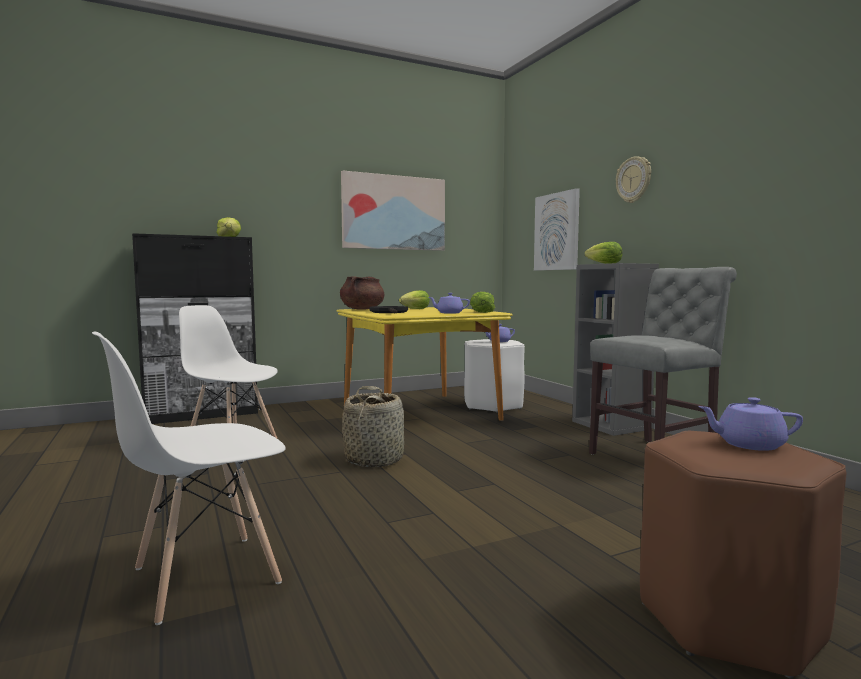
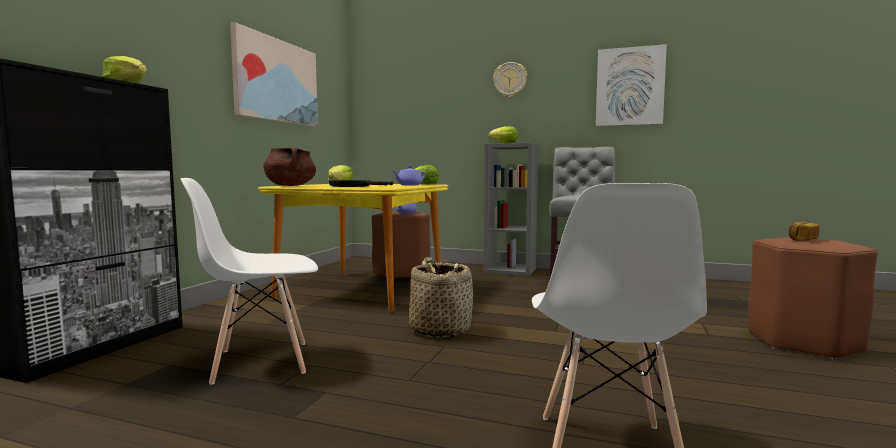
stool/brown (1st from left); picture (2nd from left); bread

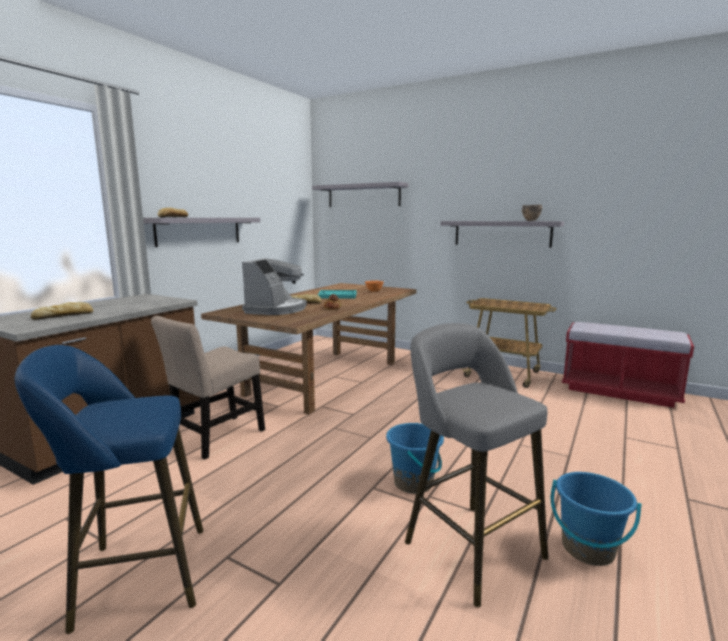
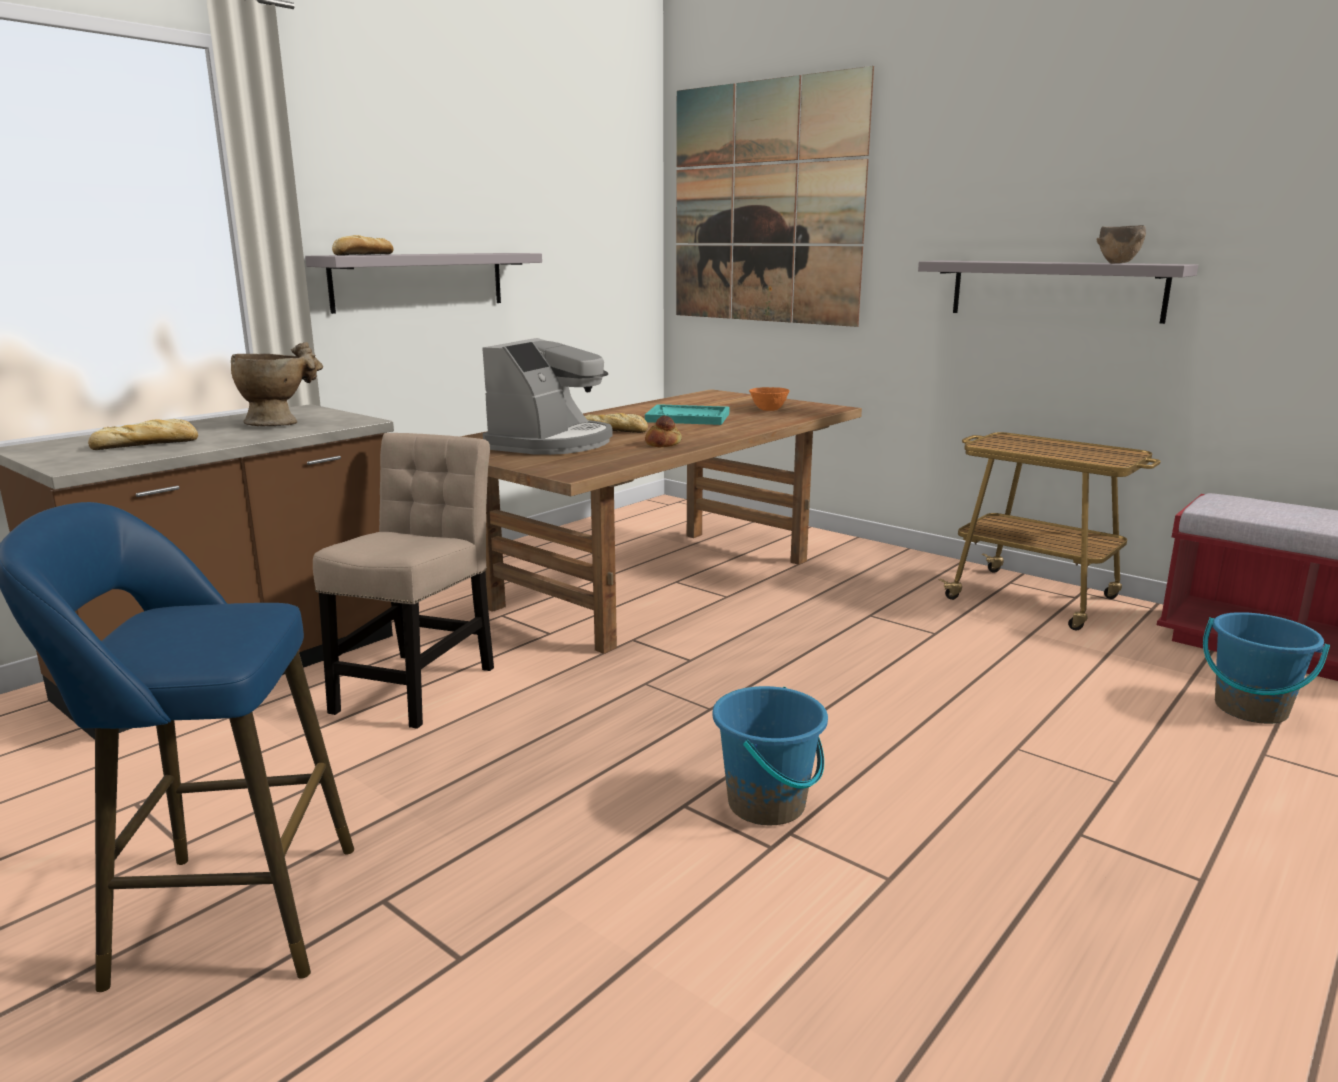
chair/beige; picture; stool/grey; bucket/blue (2nd from left); vase/beige

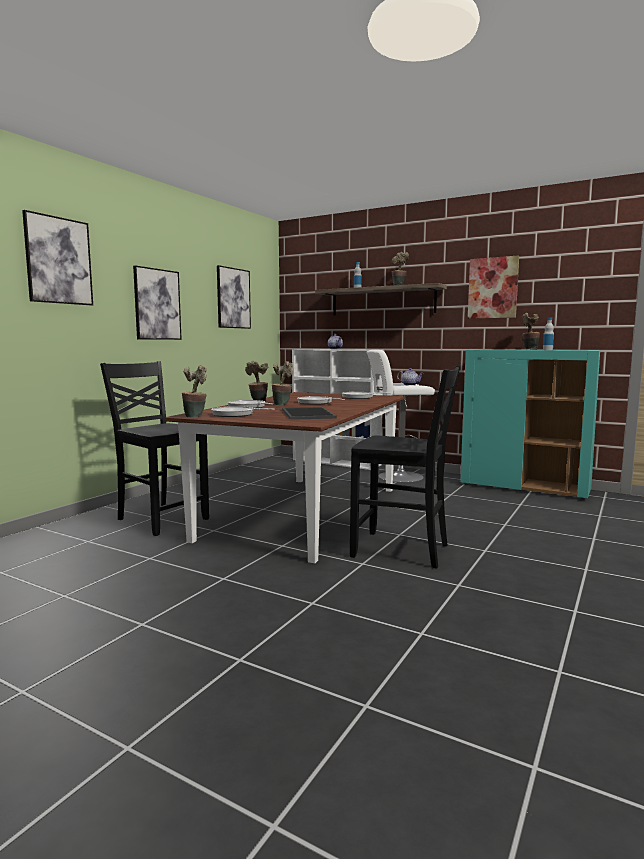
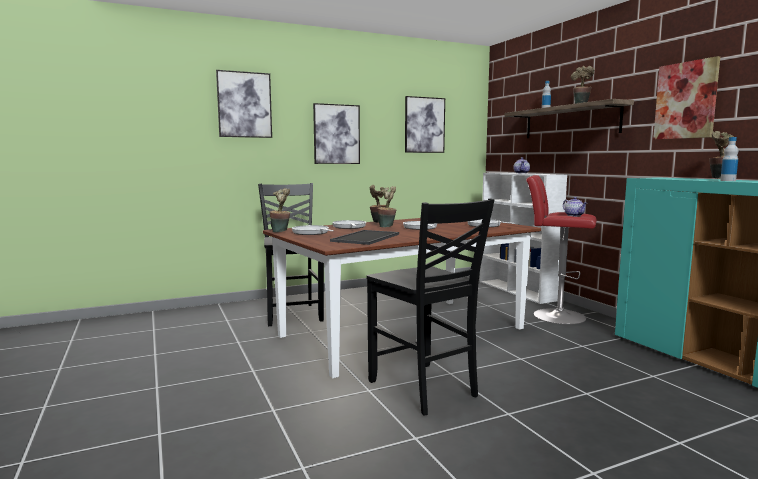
stool/red

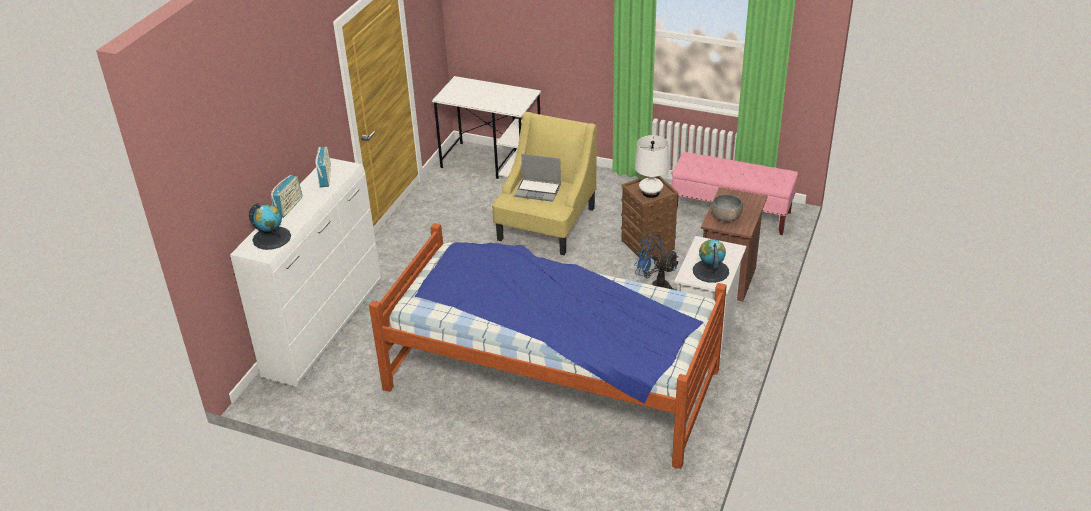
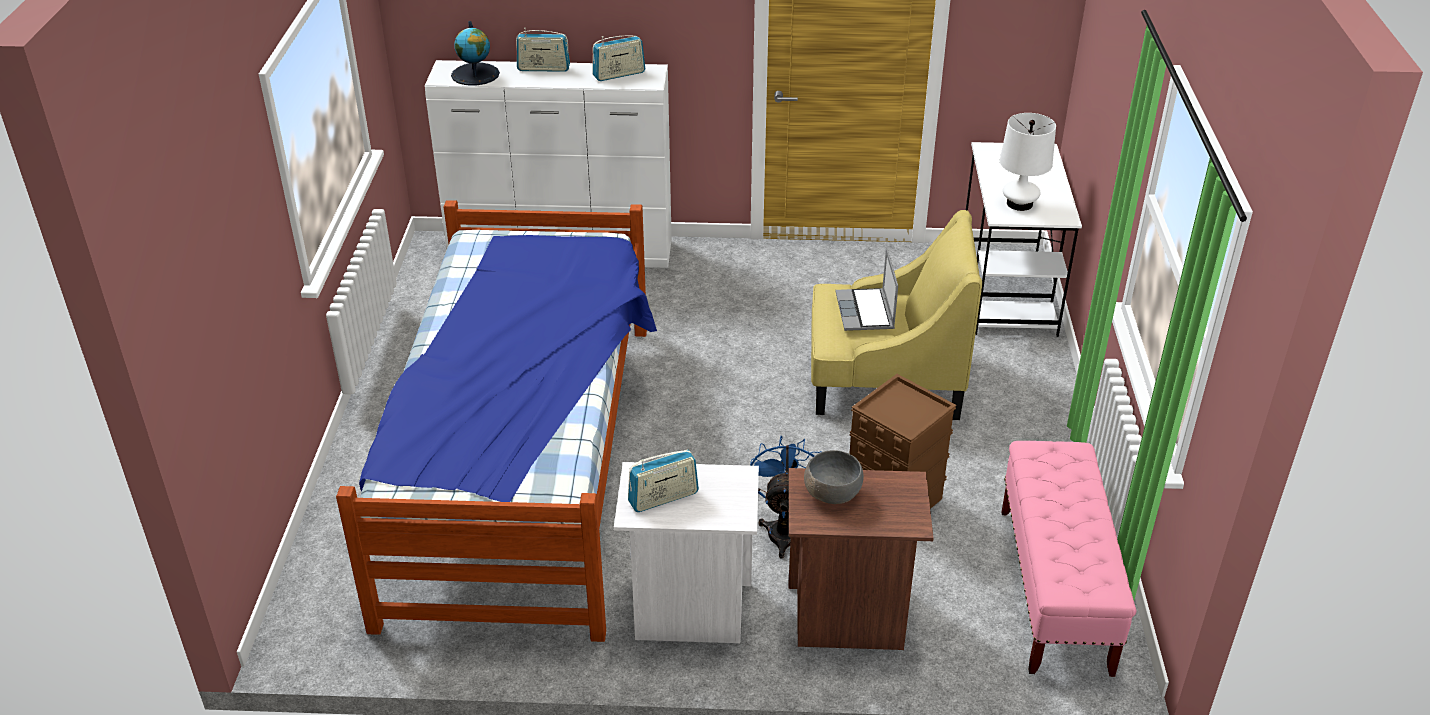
table lamp/white; radio (3rd from left)

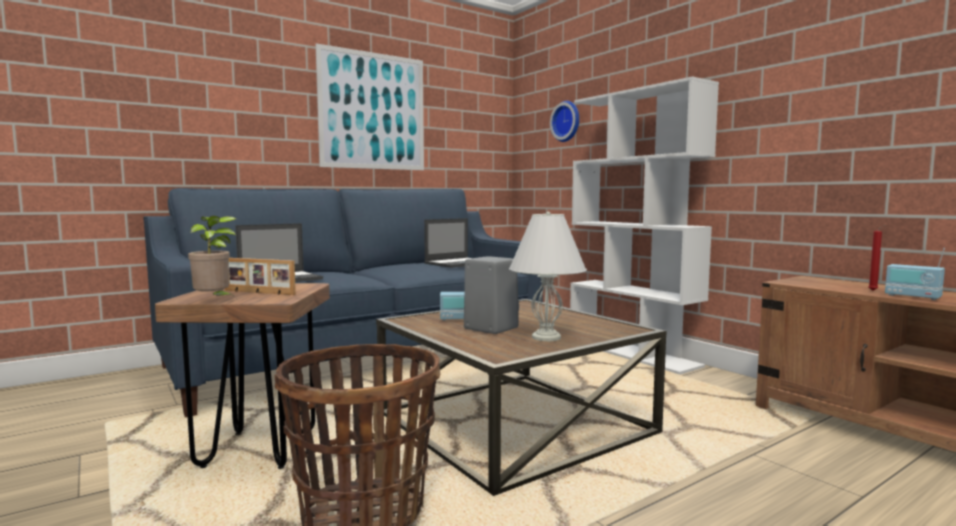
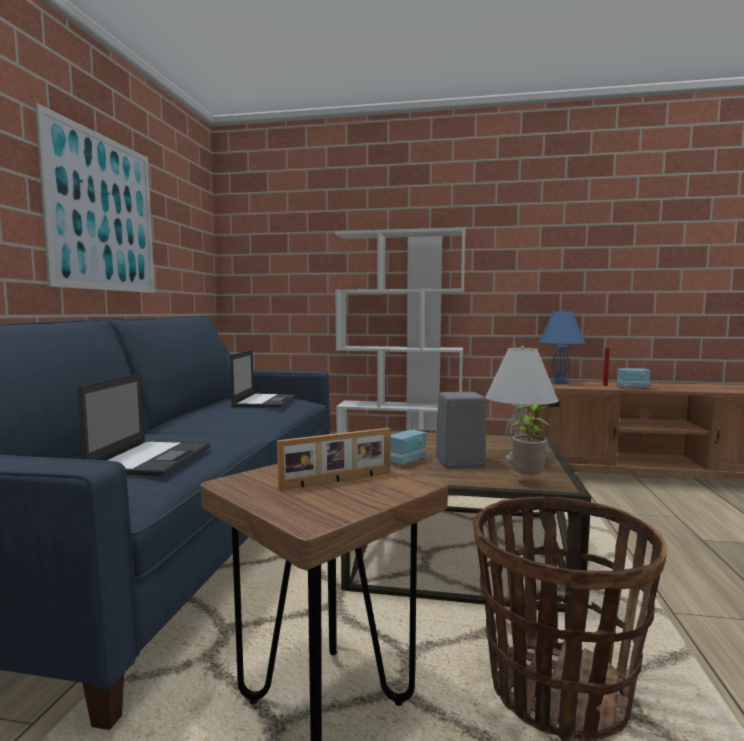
potted plant; wall clock; table lamp/blue

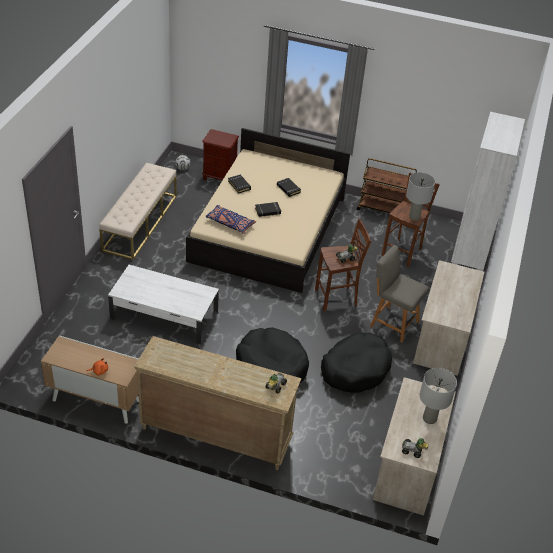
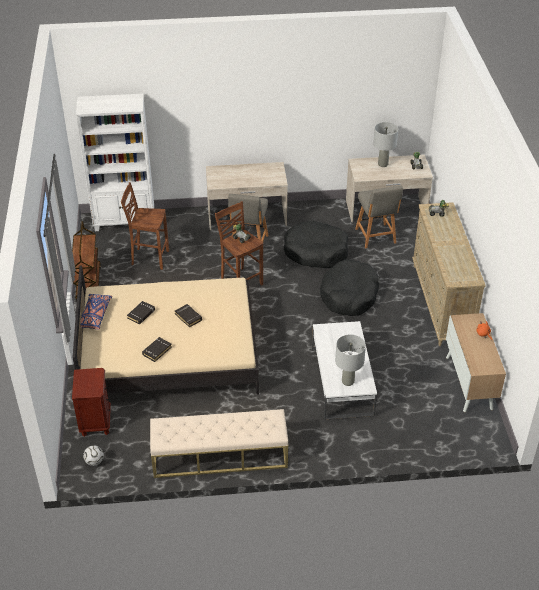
pillow/blue; table lamp/grey (1st from left); chair/grey (2nd from left)

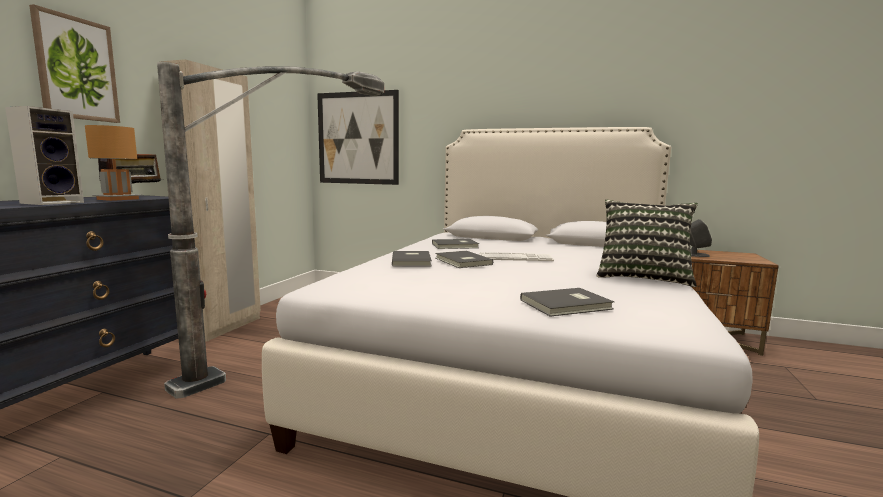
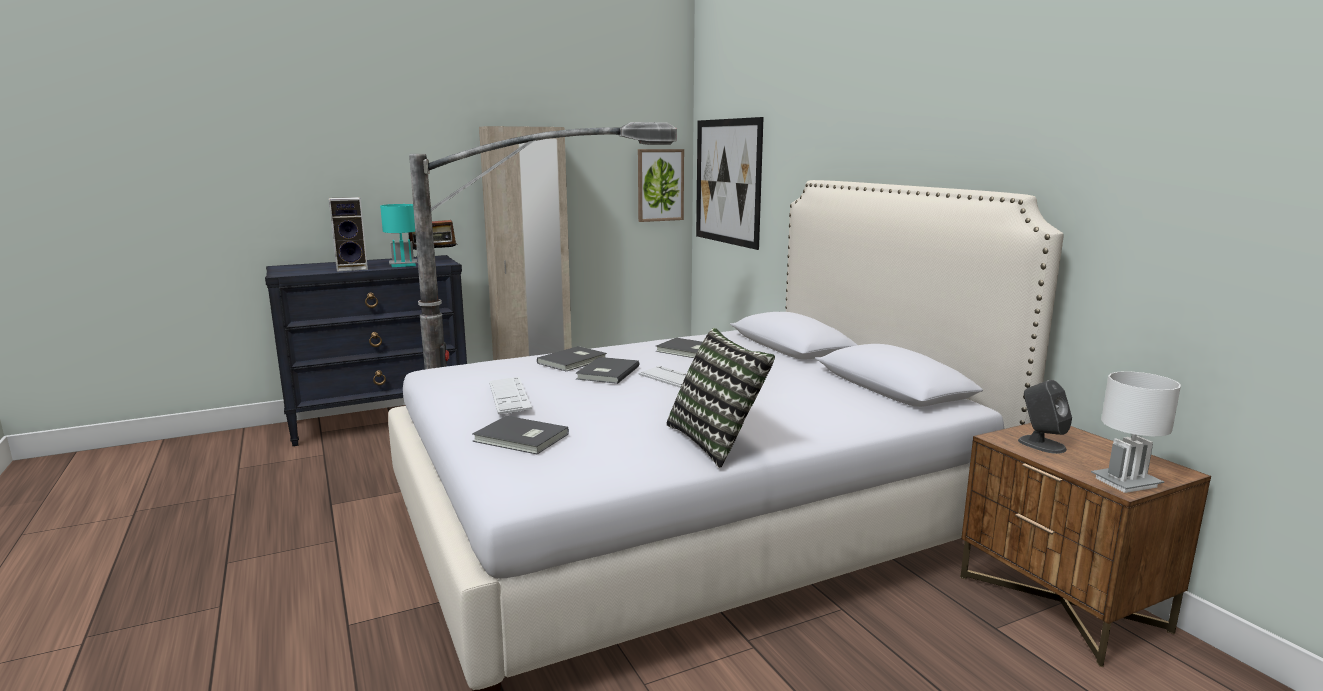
picture (1st from left); table lamp/turquoise; keyboard (1st from left); table lamp/white

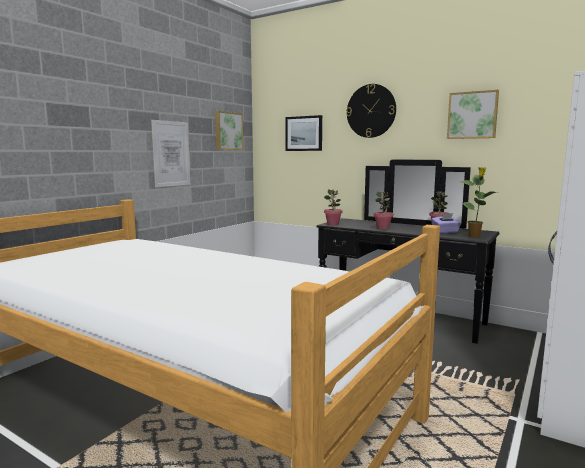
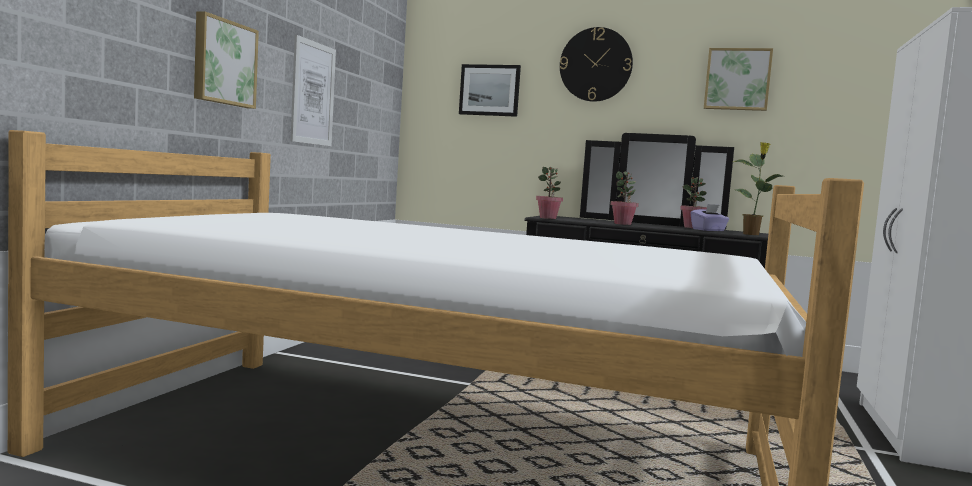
picture (1st from left)

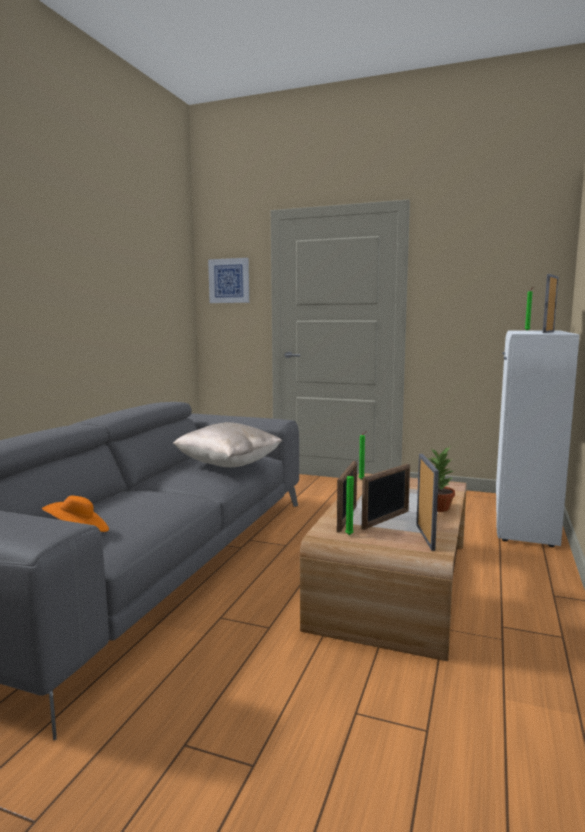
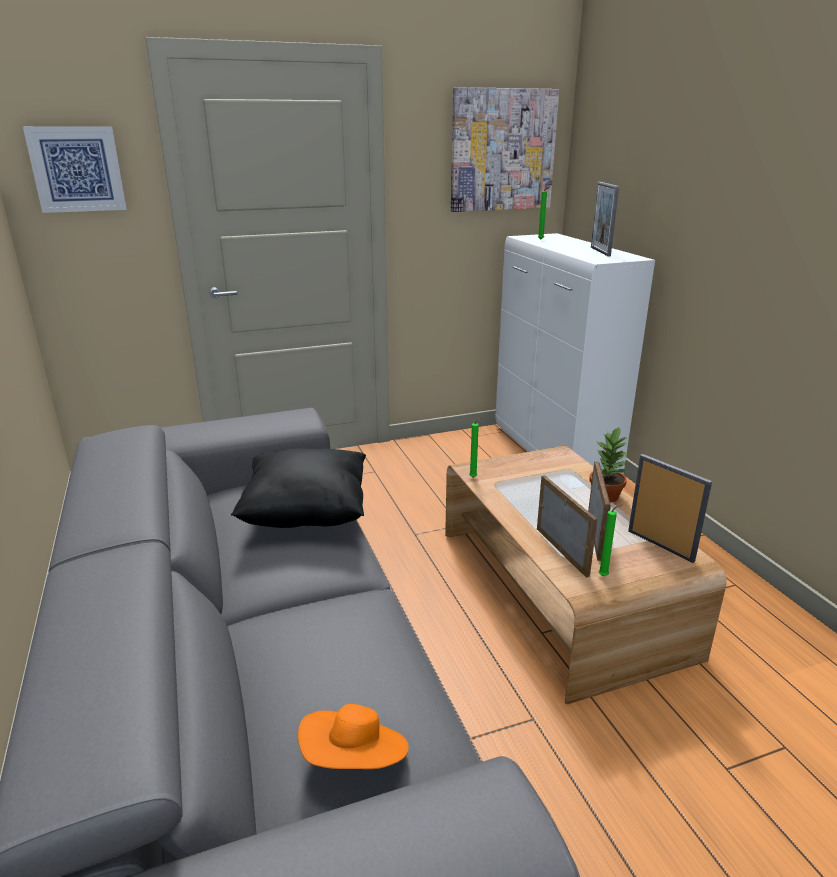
pillow/black; picture (2nd from left)

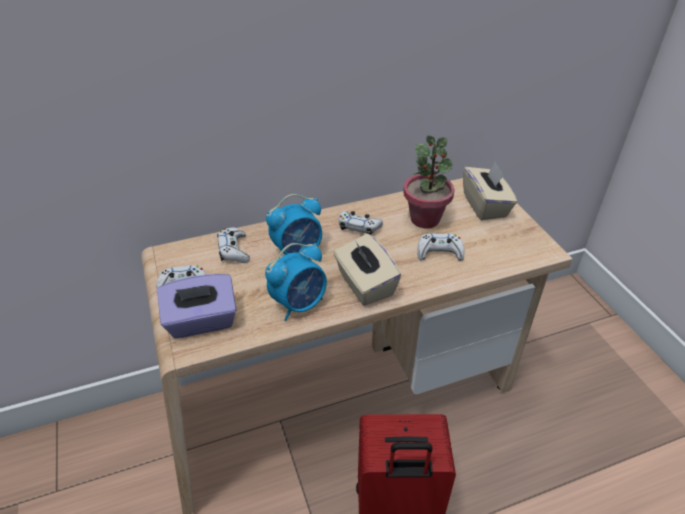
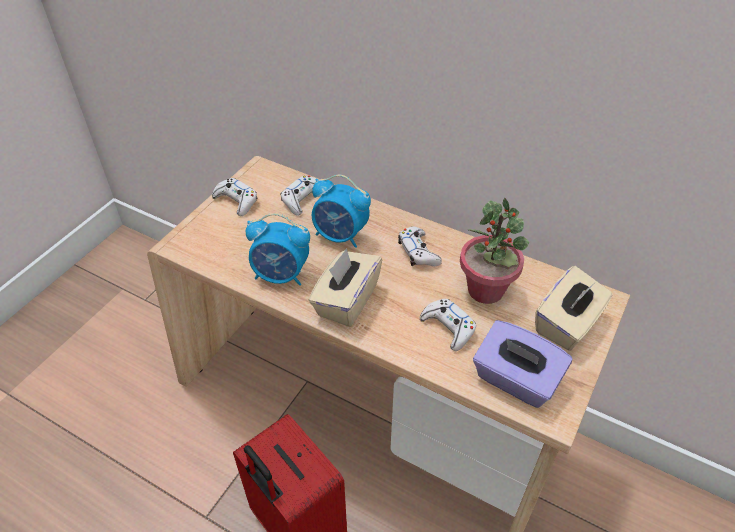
tissue box/purple

